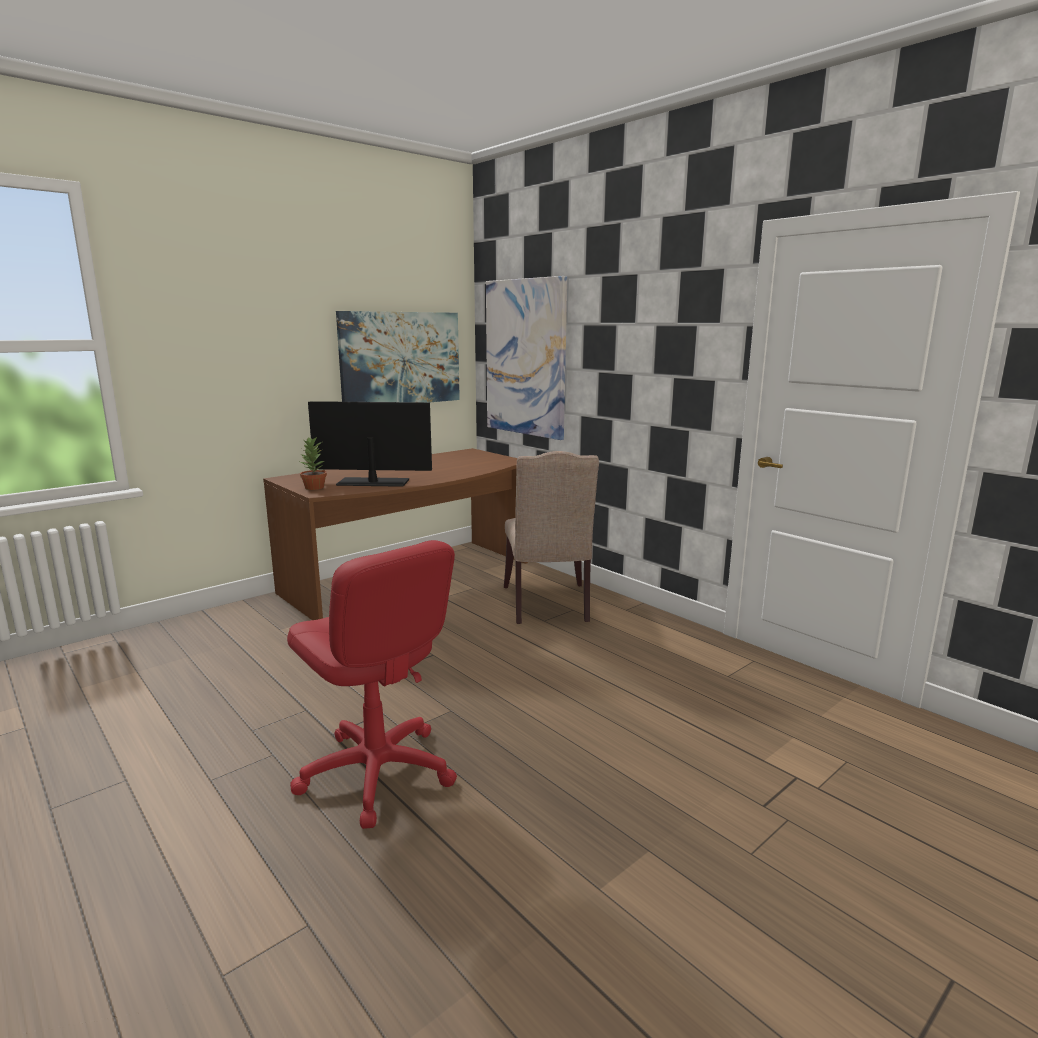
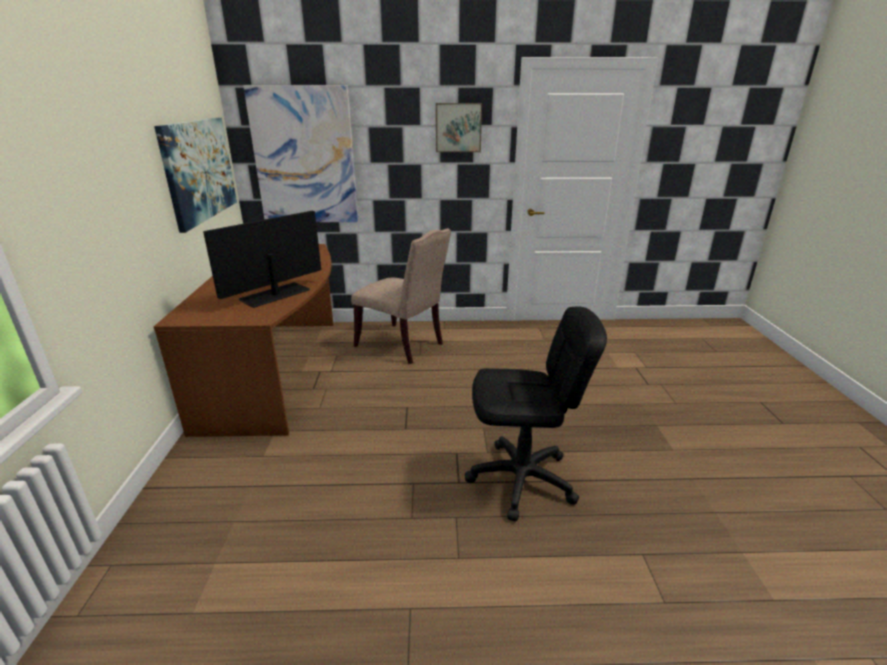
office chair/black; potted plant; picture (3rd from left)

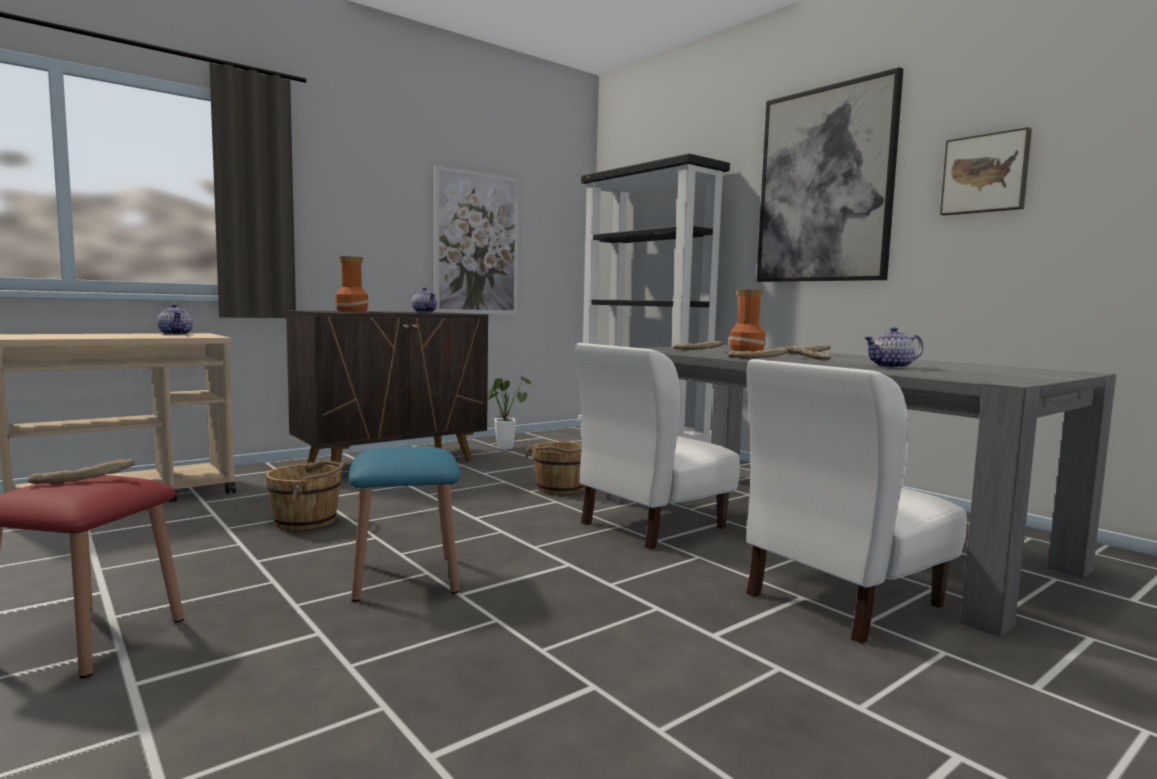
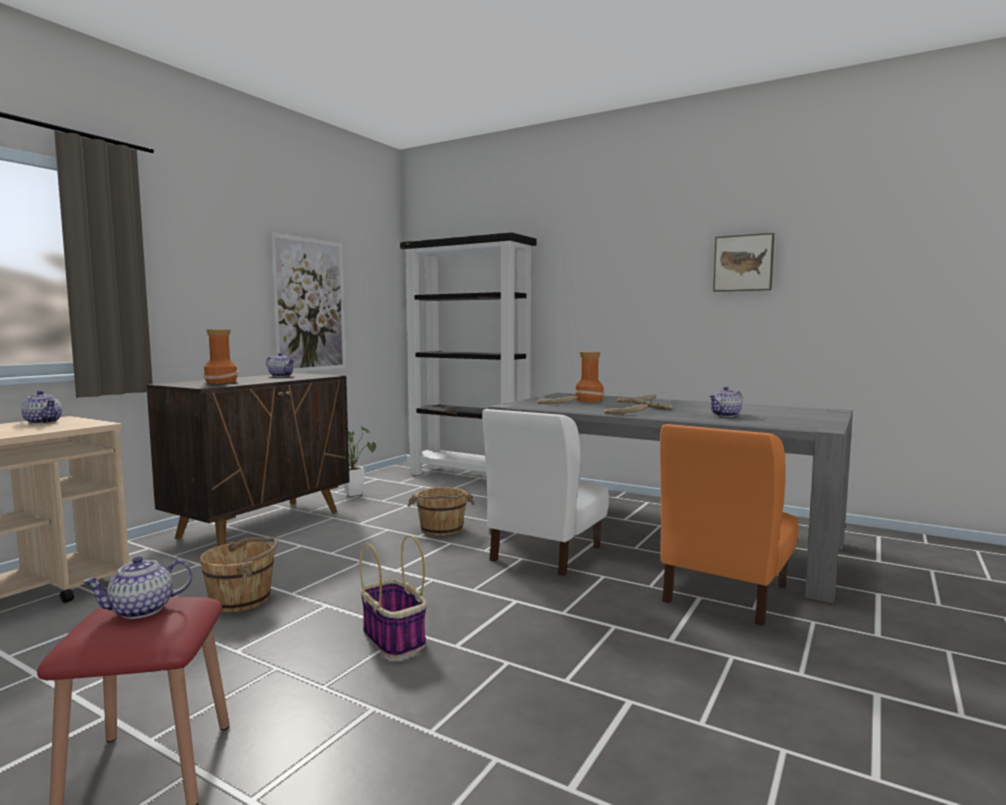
teapot (2nd from left); basket; chair/orange; picture (2nd from left in the first image)

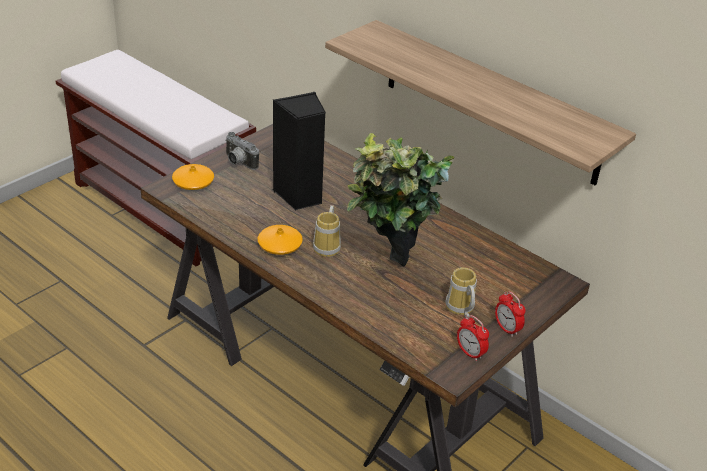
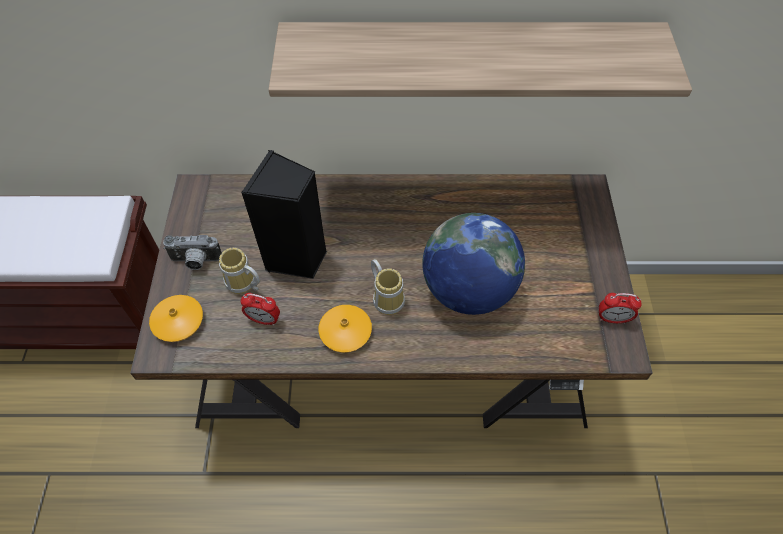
globe; mug (1st from left); alarm clock (1st from left)

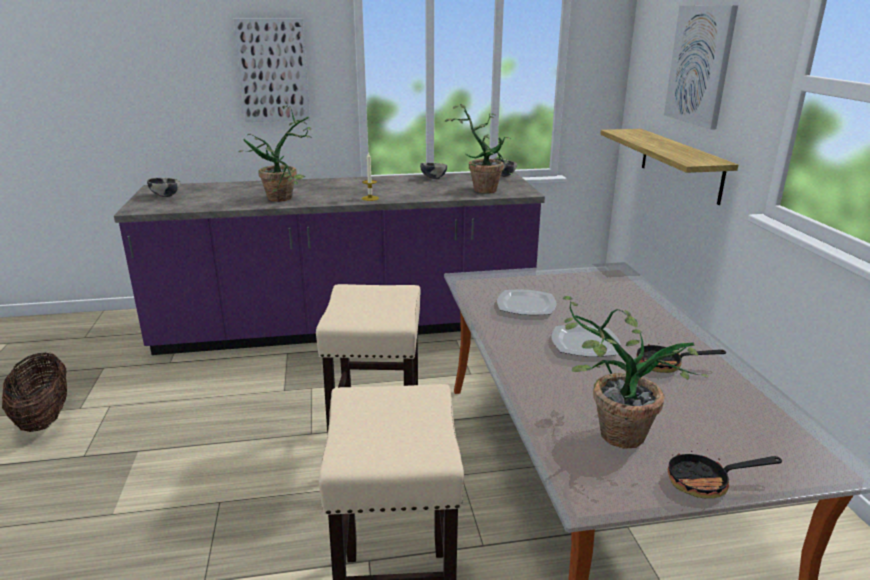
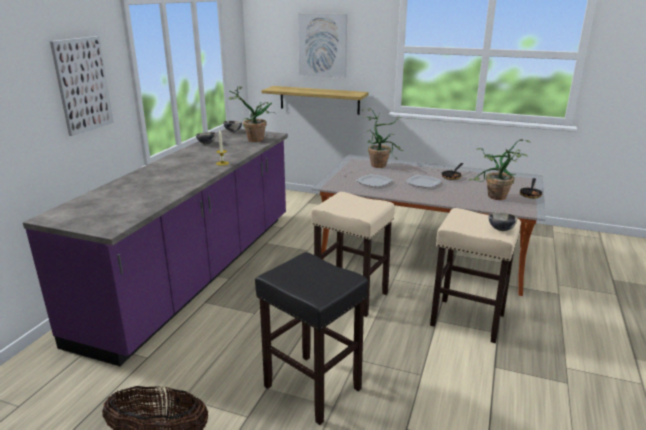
bowl (3rd from left); potted plant (2nd from left); stool/black

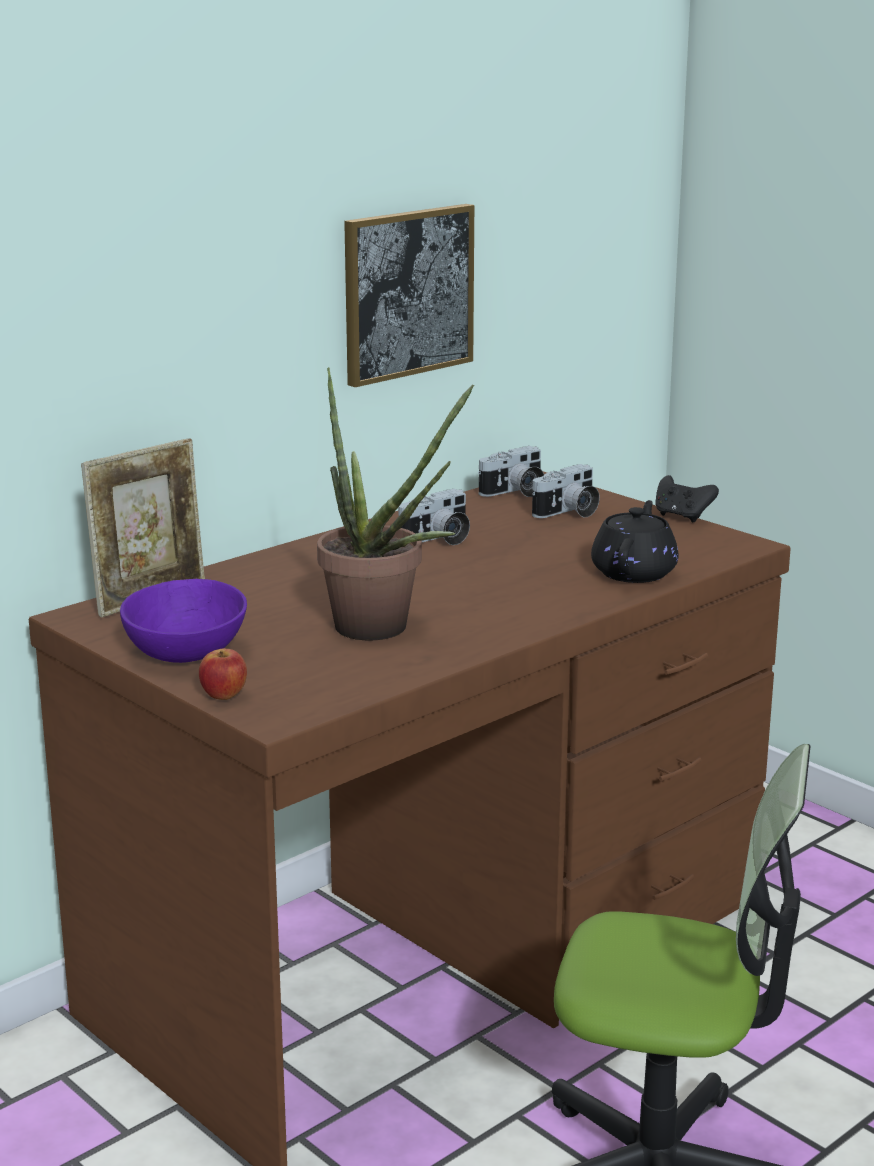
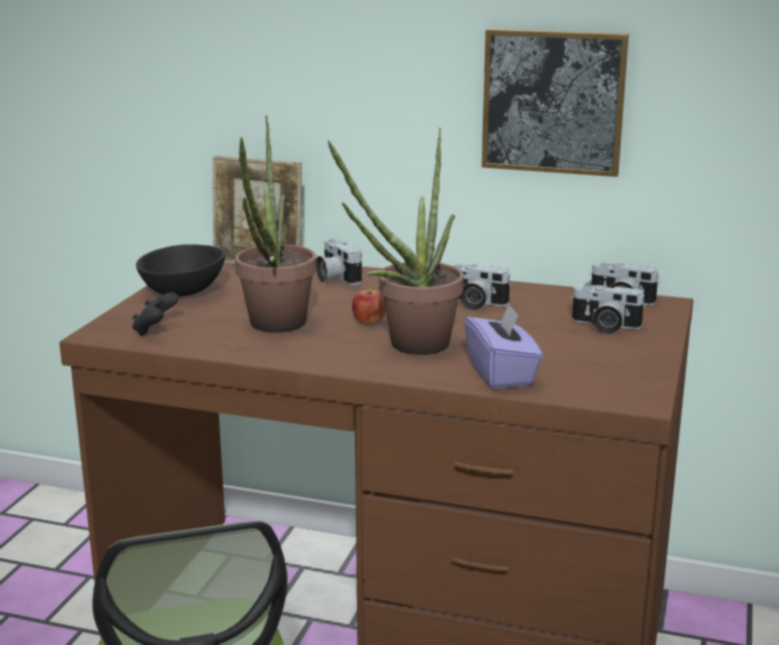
bowl/black; apple; tissue box/purple; game controller/black; photo camera (1st from left); potted plant (2nd from left)

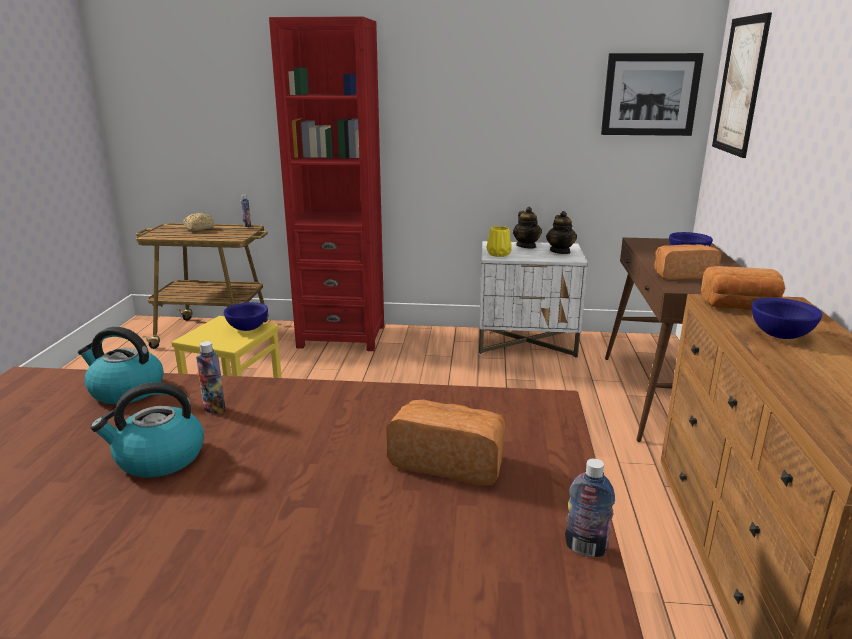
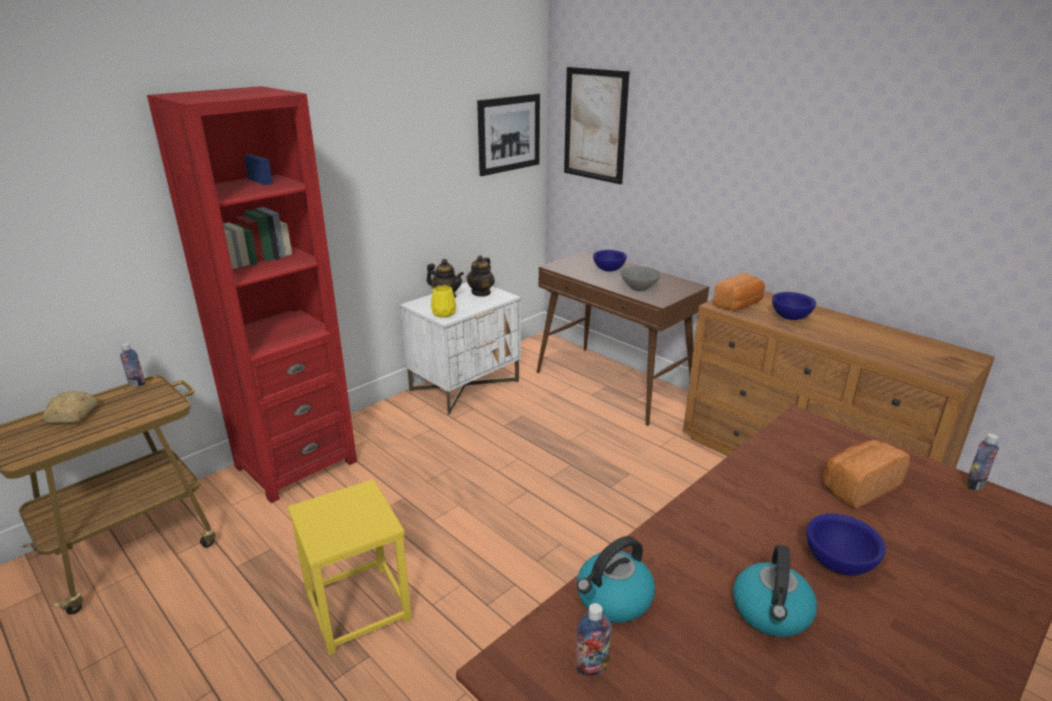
bottle (2nd from left); bowl/blue (3rd from left); teapot (2nd from left); bowl/grey

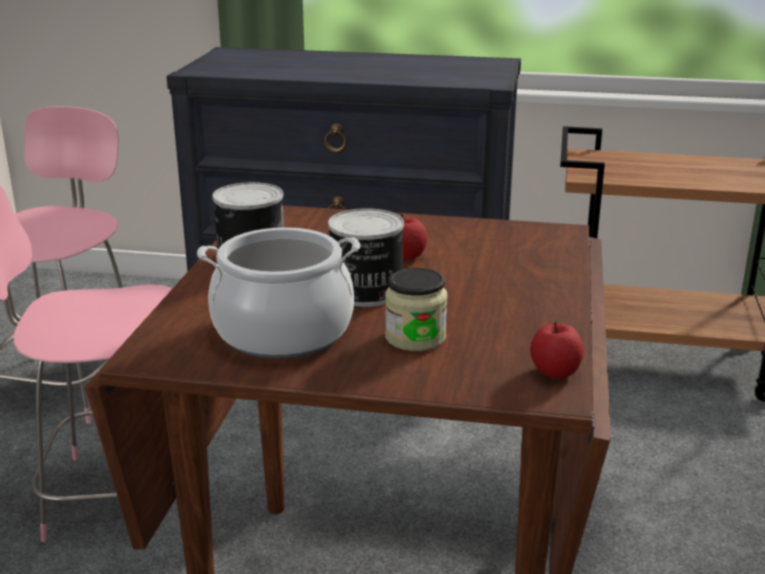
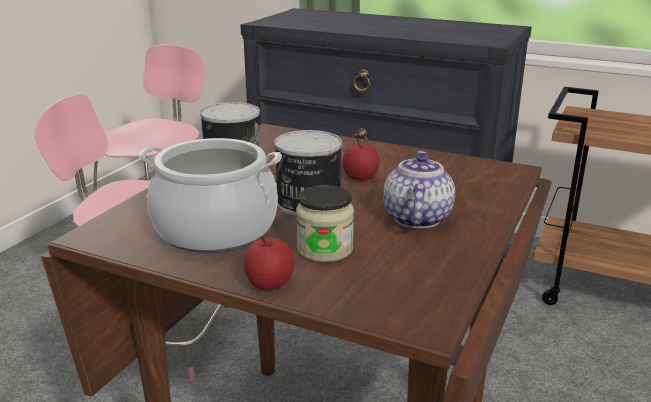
apple (1st from left); teapot

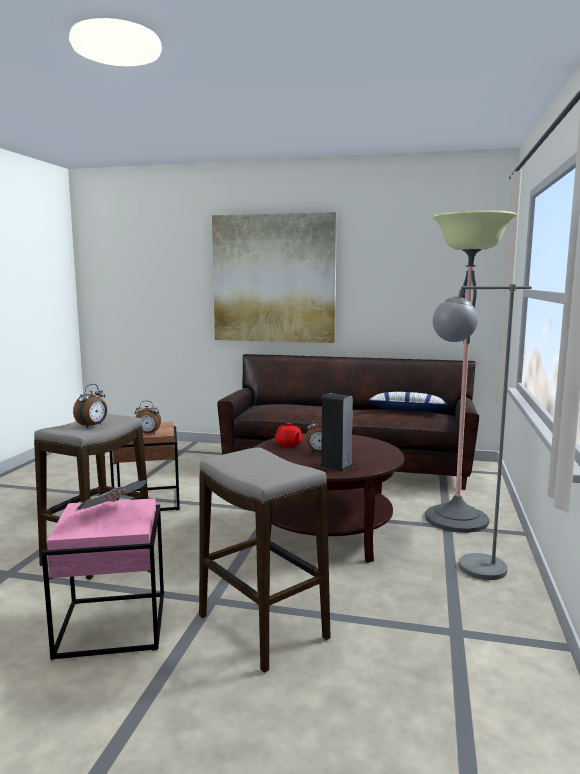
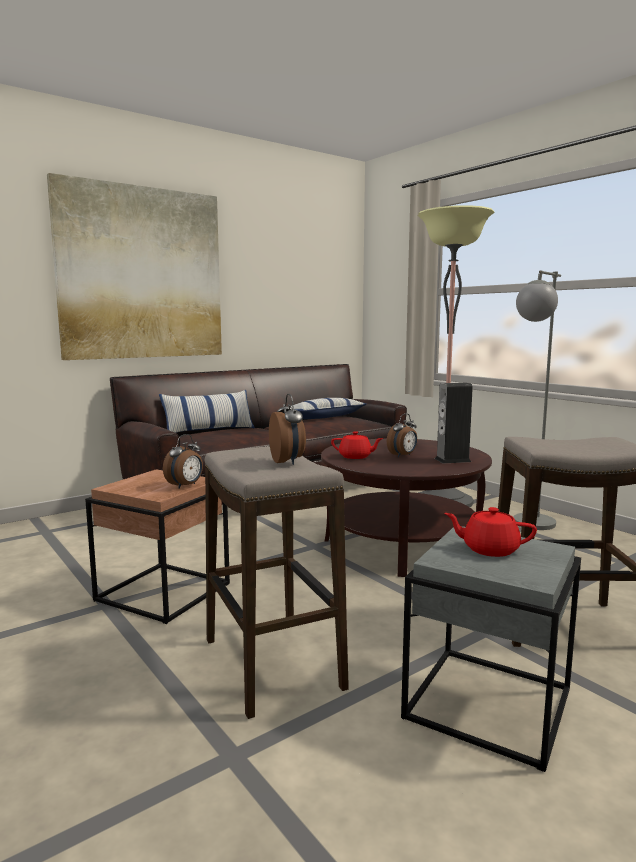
side table/grey; teapot/red (2nd from left); pillow (1st from left)

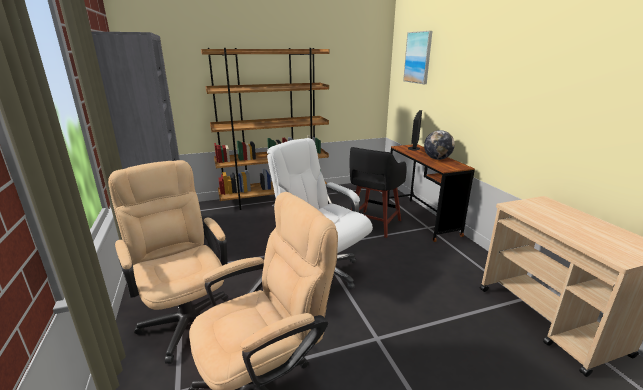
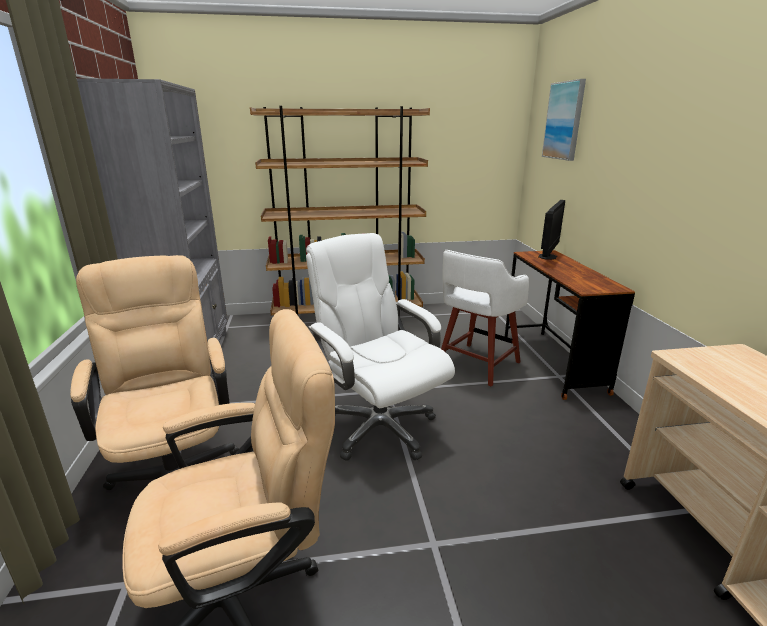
stool/white; globe

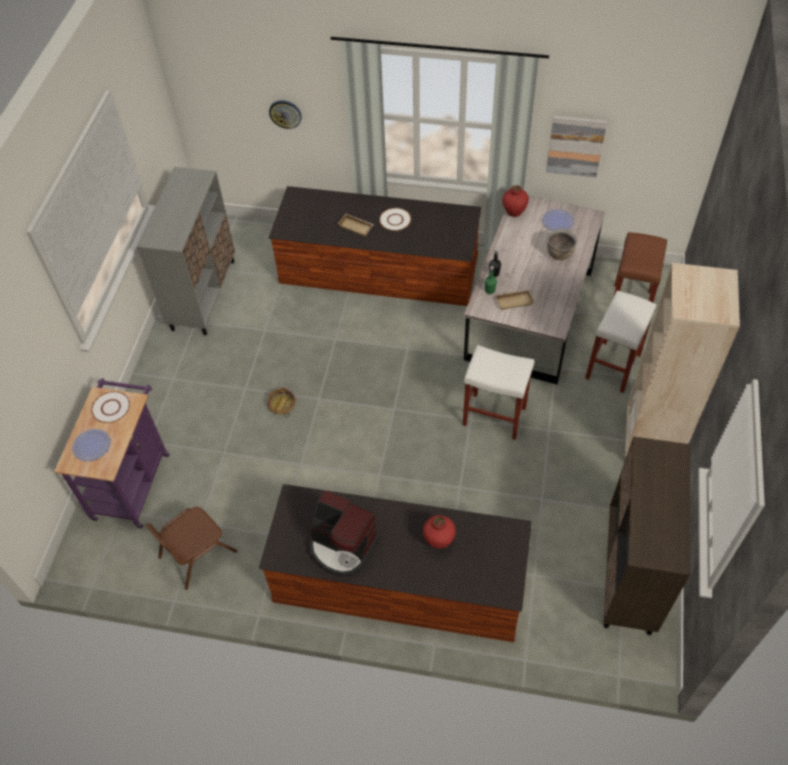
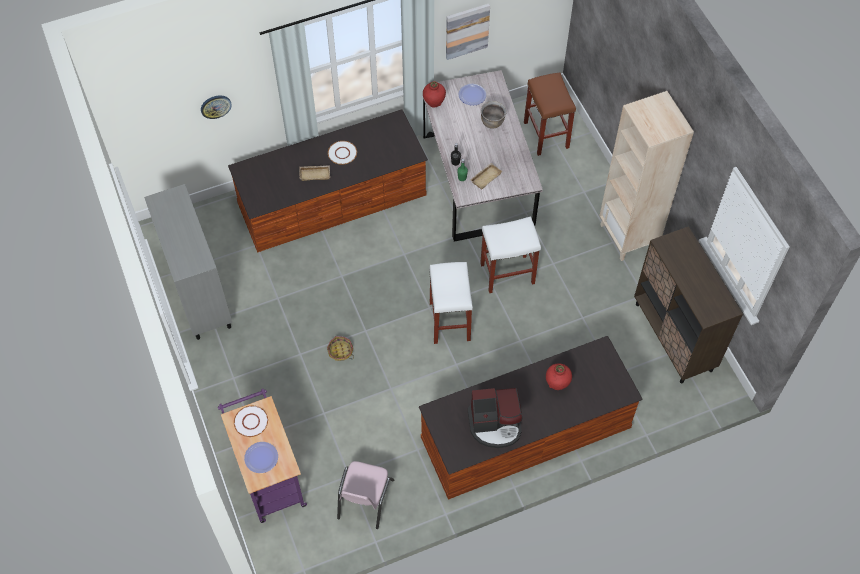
chair/pink; stool/white (1st from left)

